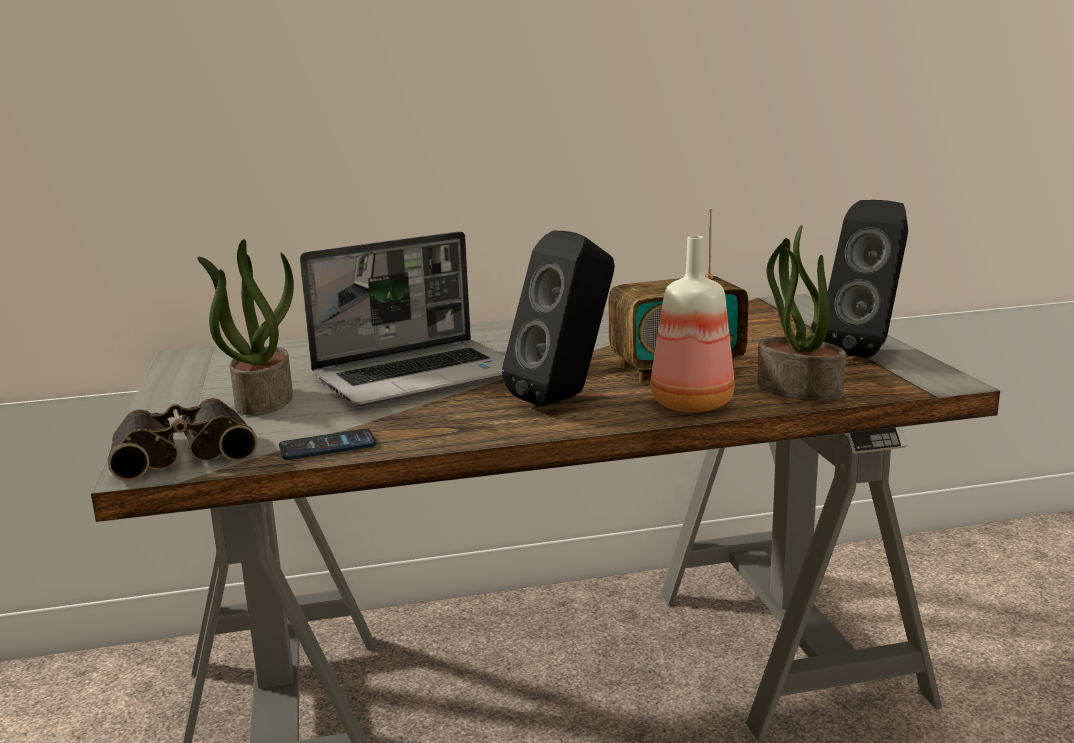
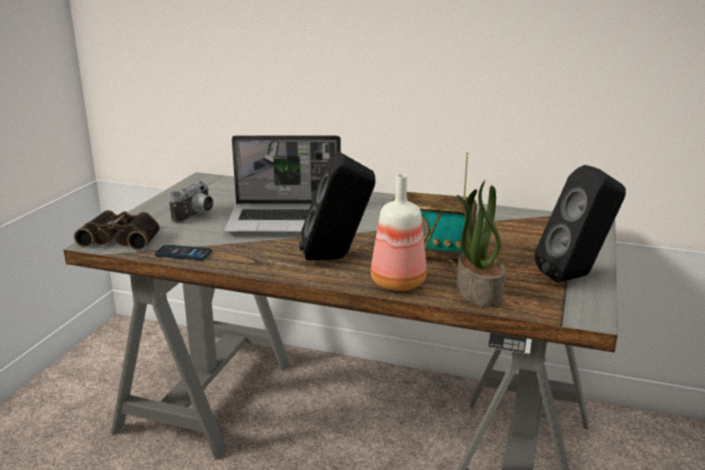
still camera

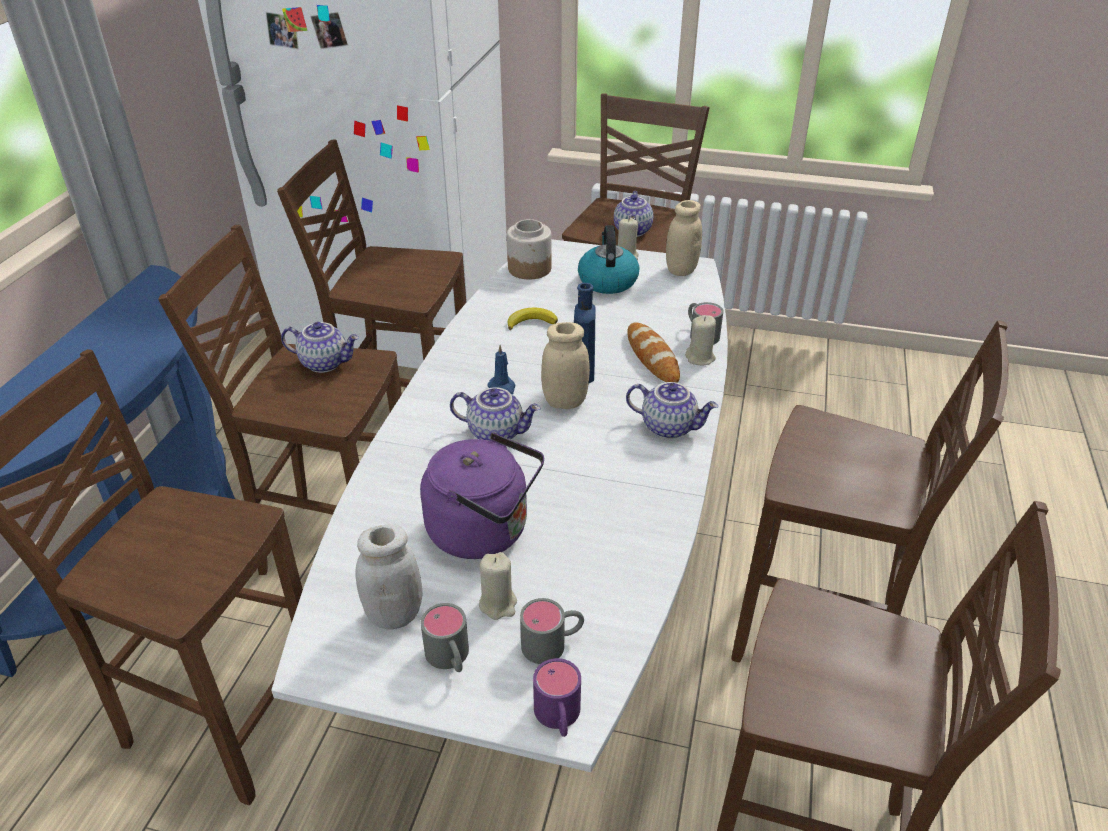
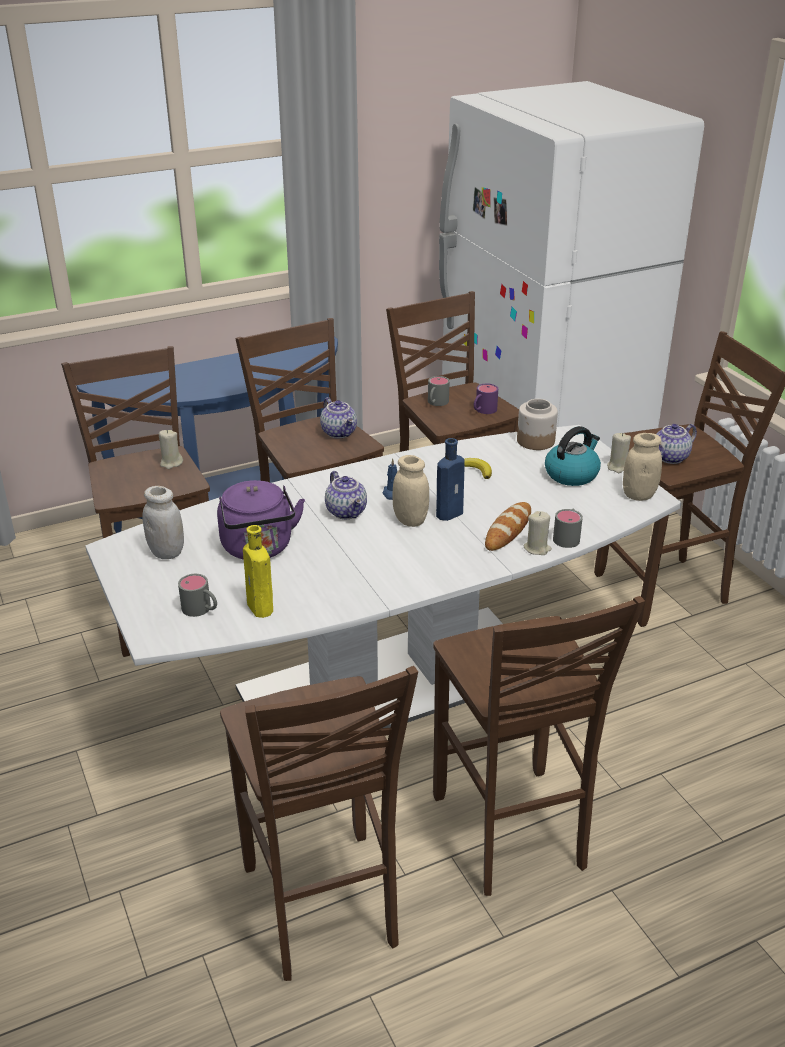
beige-coloured wax candle (1st from left); yellow drink bottle; gray coffee mug (2nd from left); purplish coffee mug; pot for tea (4th from left in the first image)

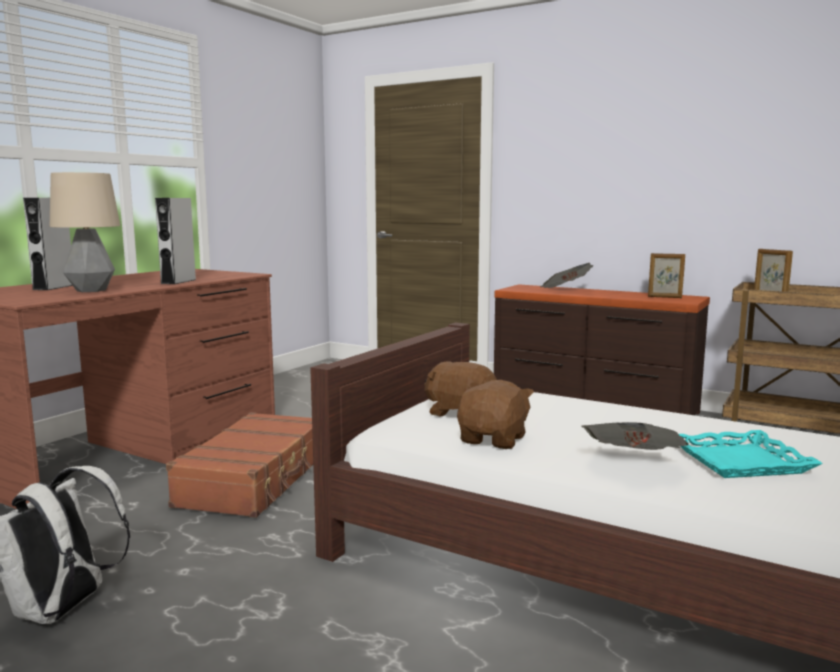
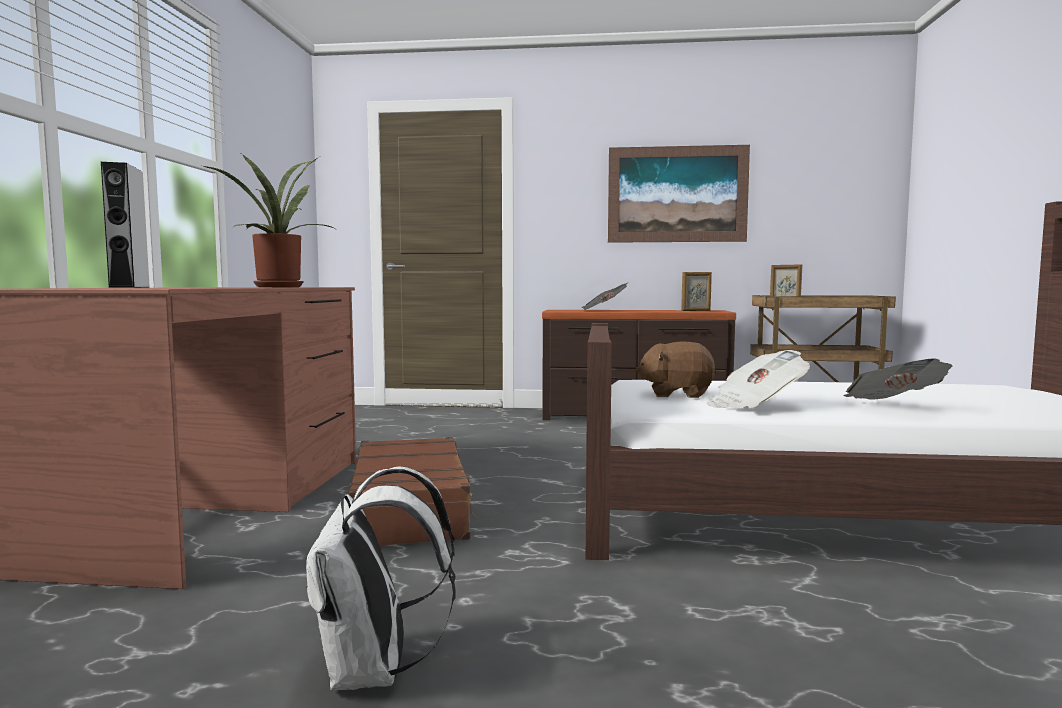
potted plant; picture; newspaper (2nd from left); lamp for a table; blue-green serving tray

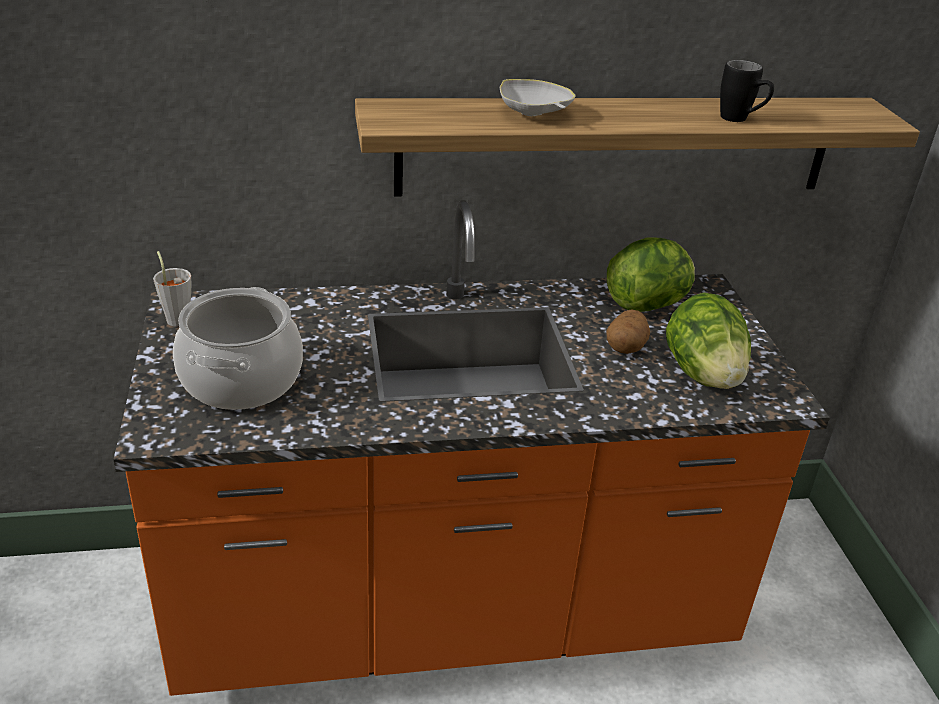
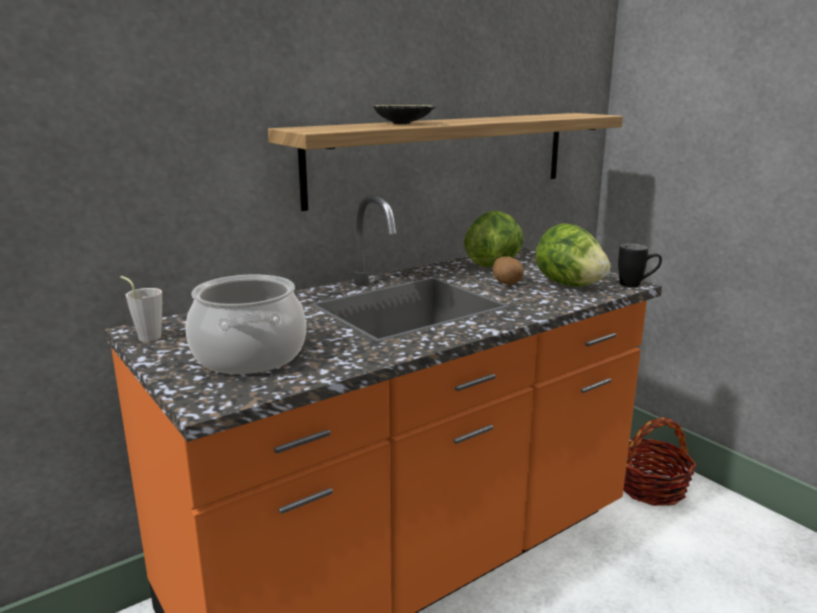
black bowl; black coffee mug; basket

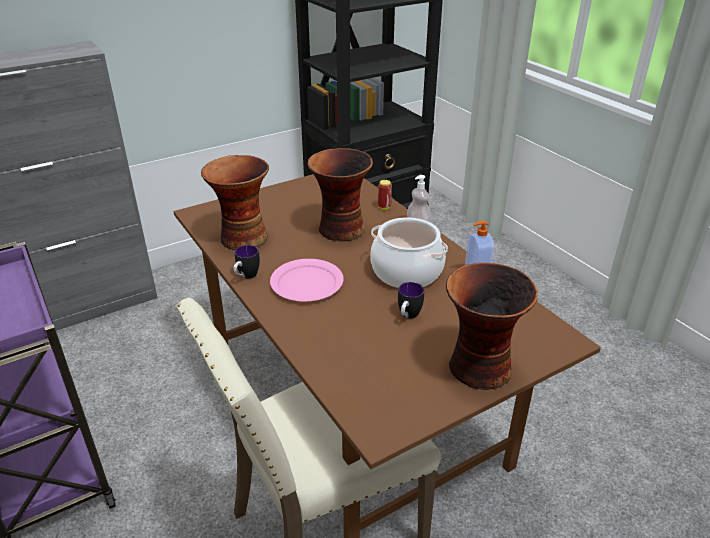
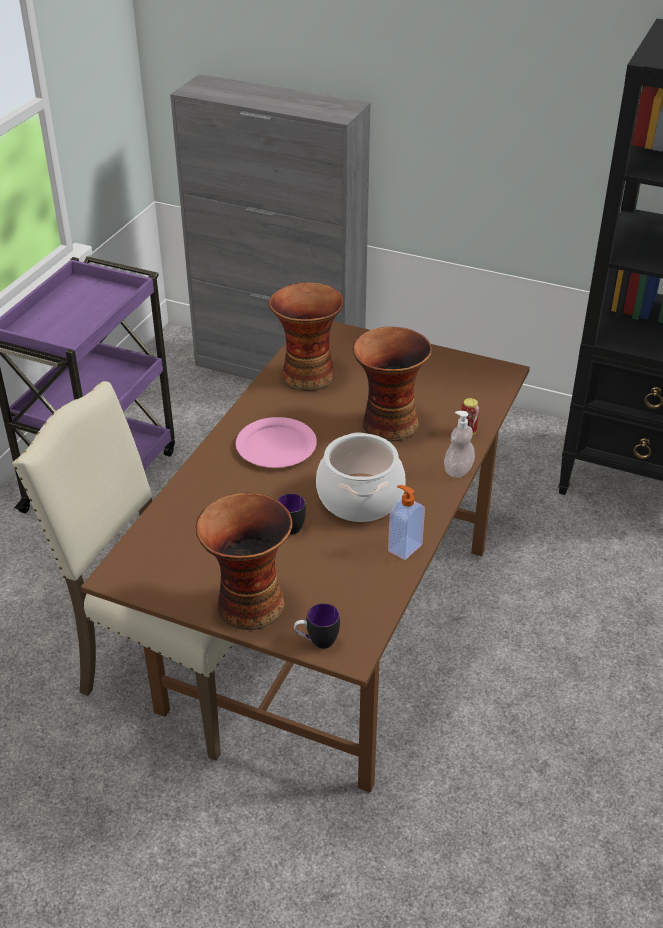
coffee mug (2nd from left)

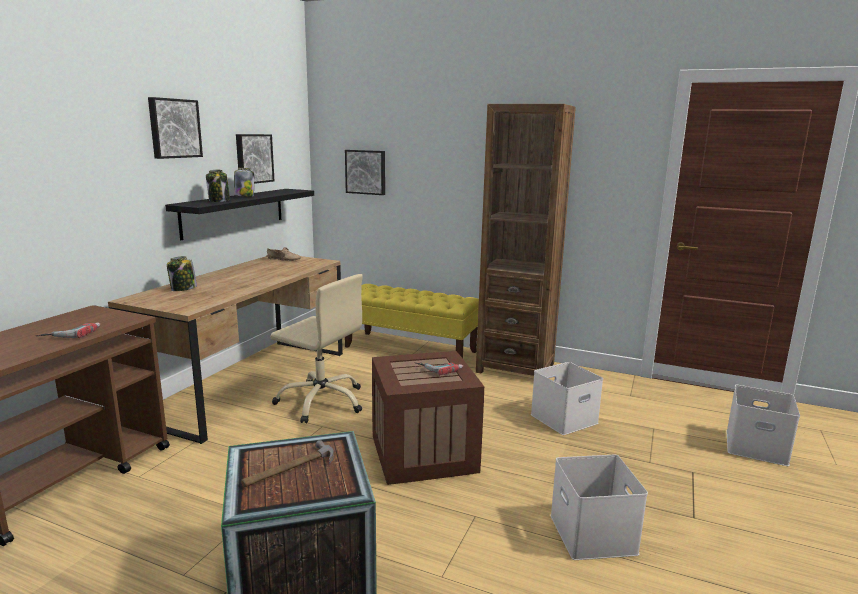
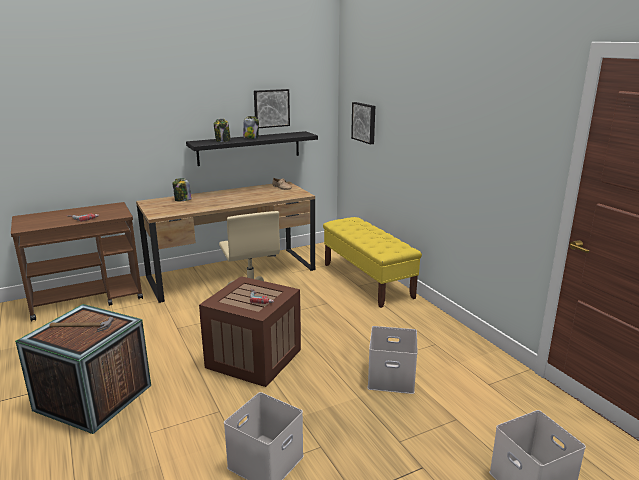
picture (1st from left in the first image); brownish bookshelf

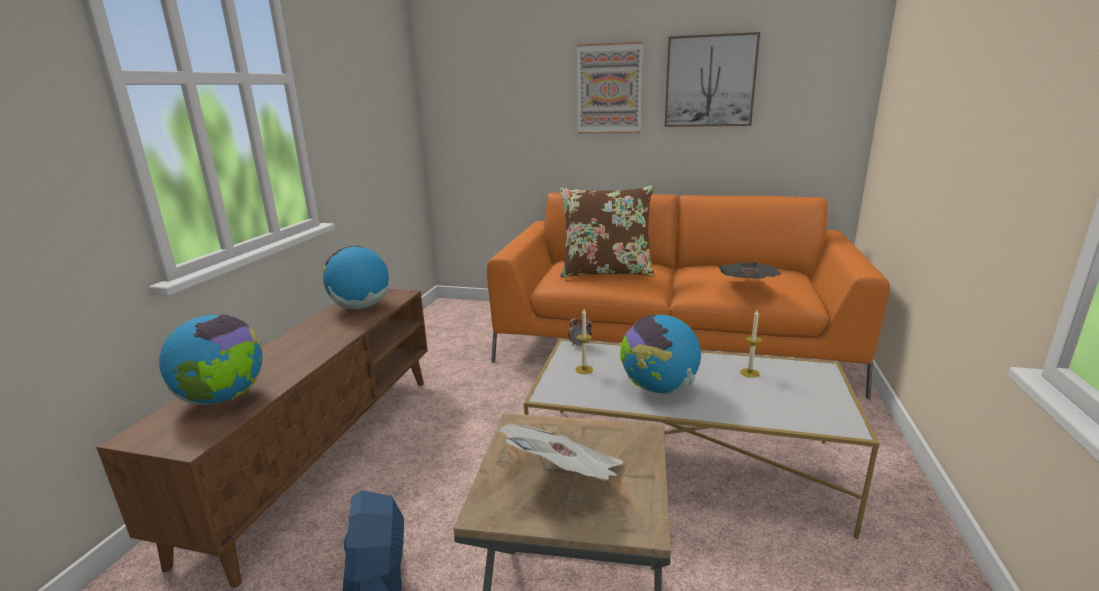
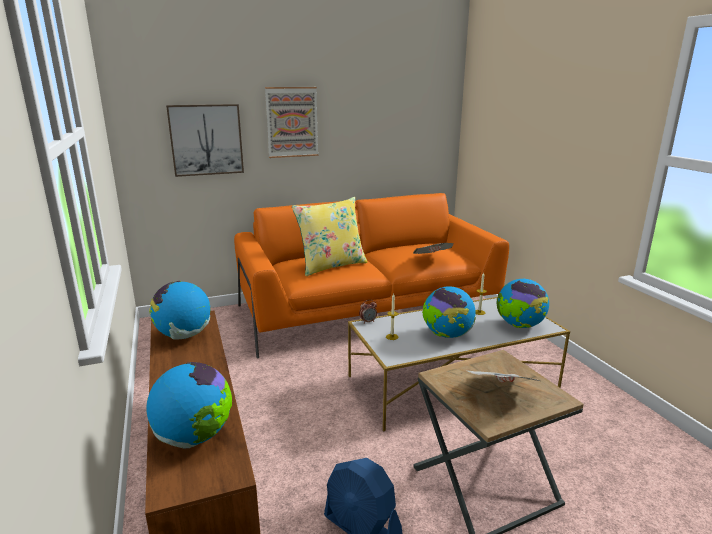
picture (1st from left); yellow cushion; globe (4th from left)

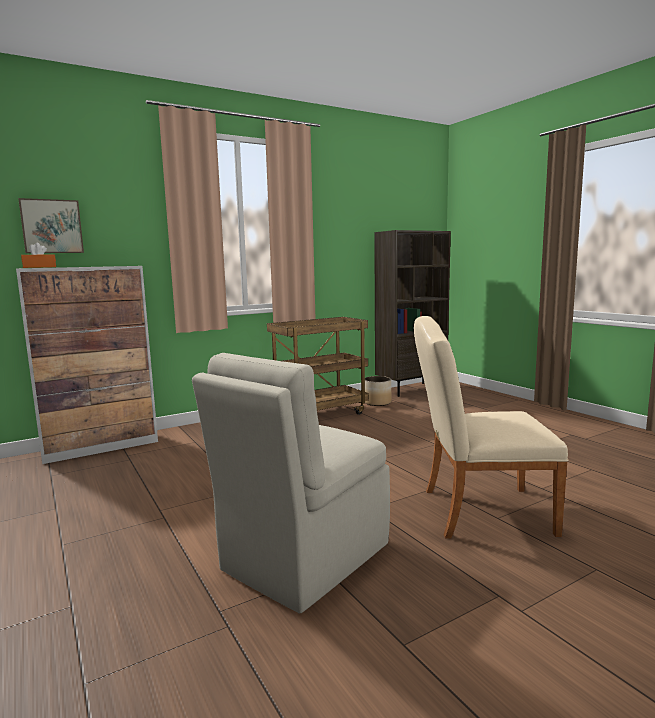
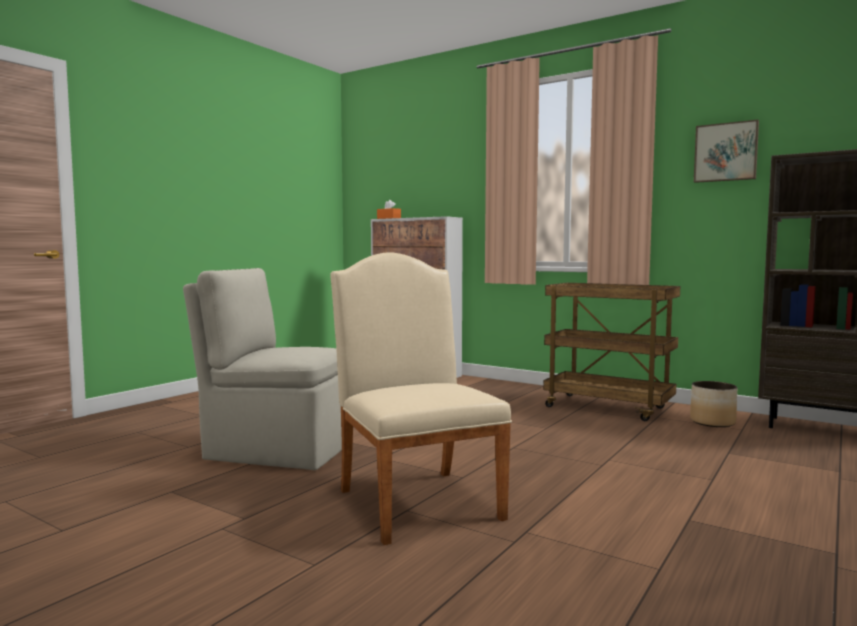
picture

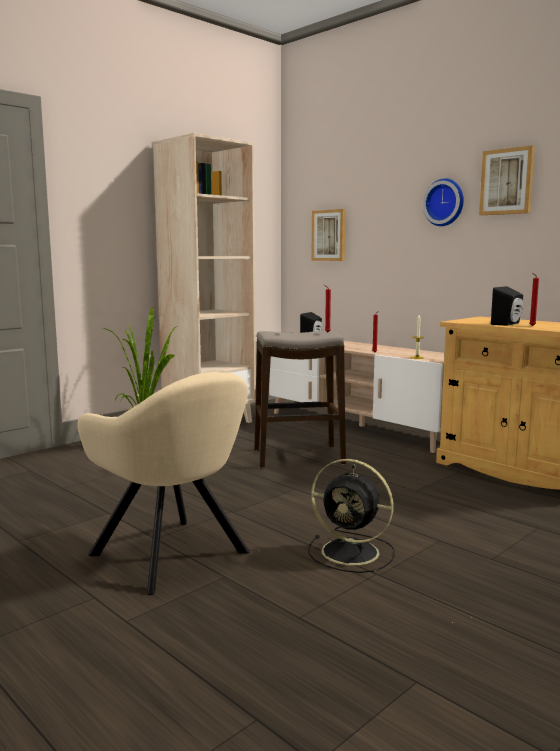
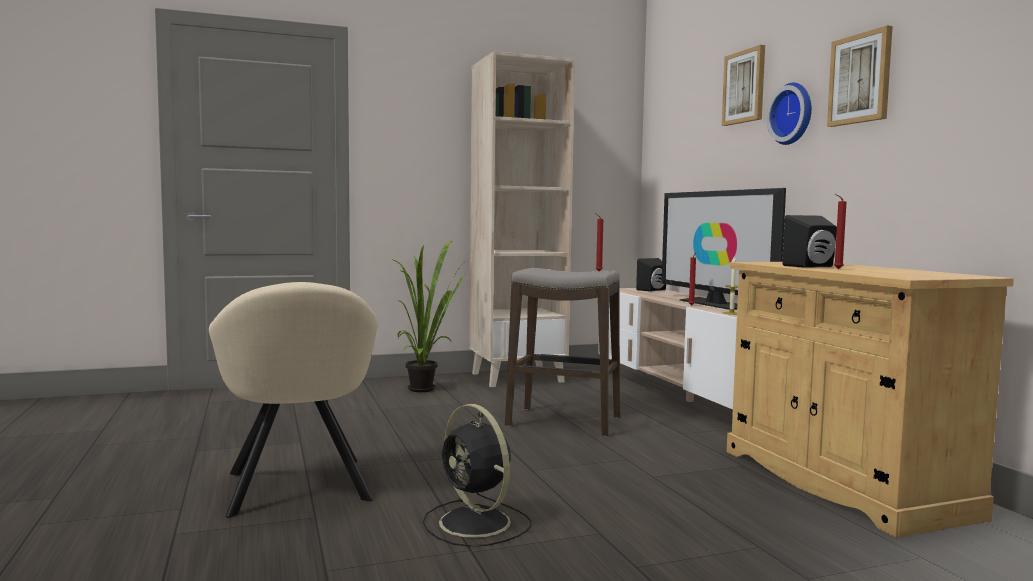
TV; picture (1st from left)

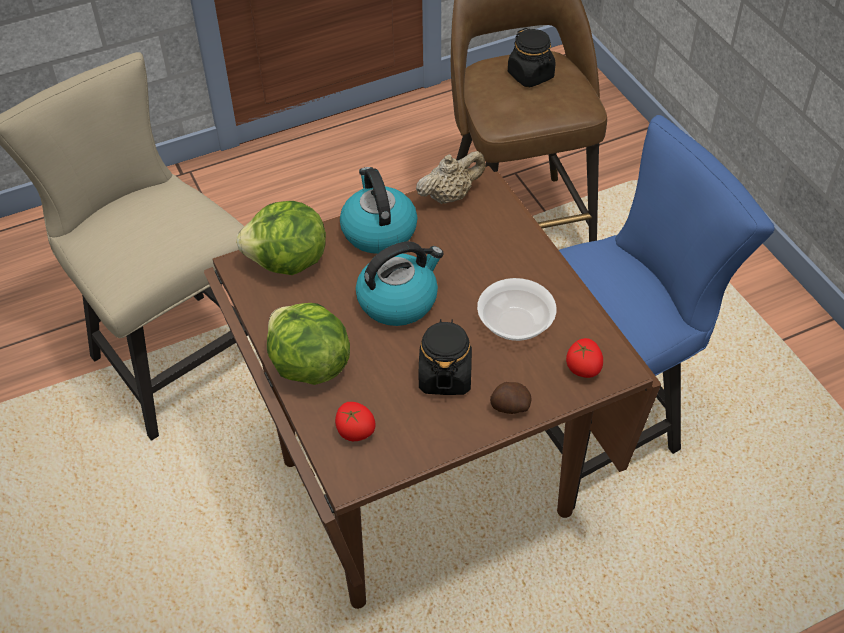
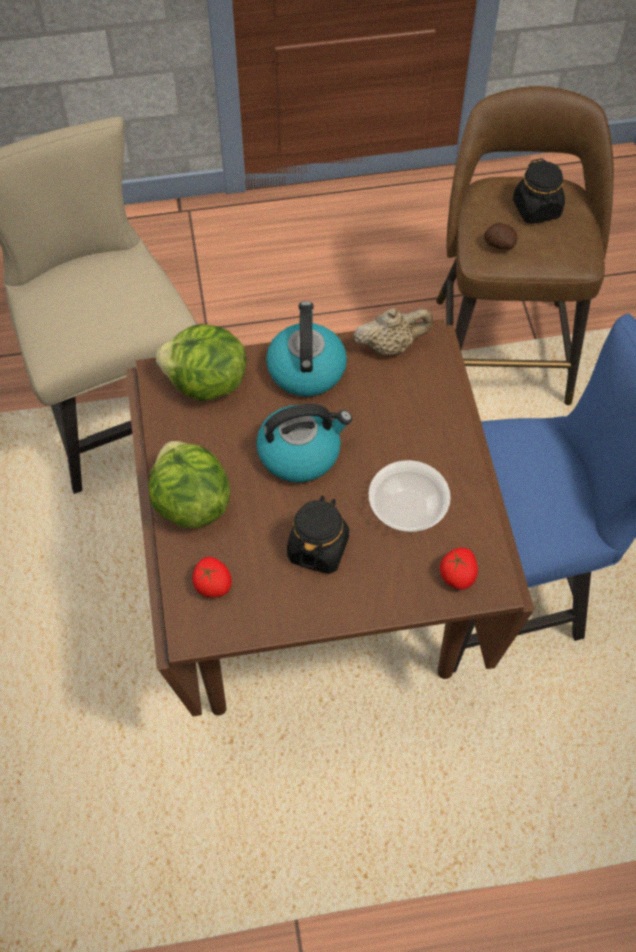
potato

